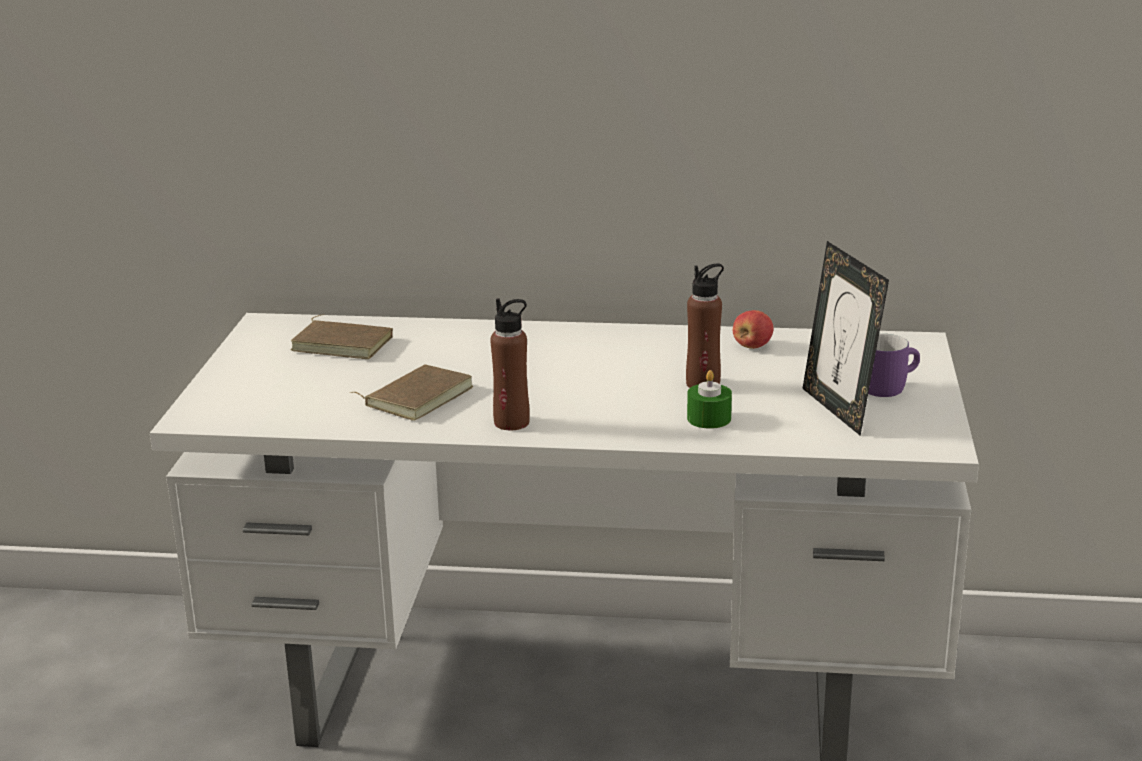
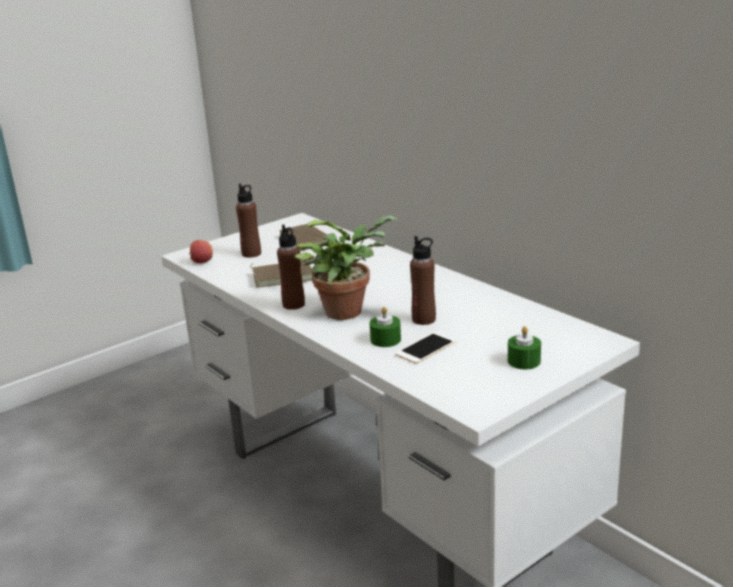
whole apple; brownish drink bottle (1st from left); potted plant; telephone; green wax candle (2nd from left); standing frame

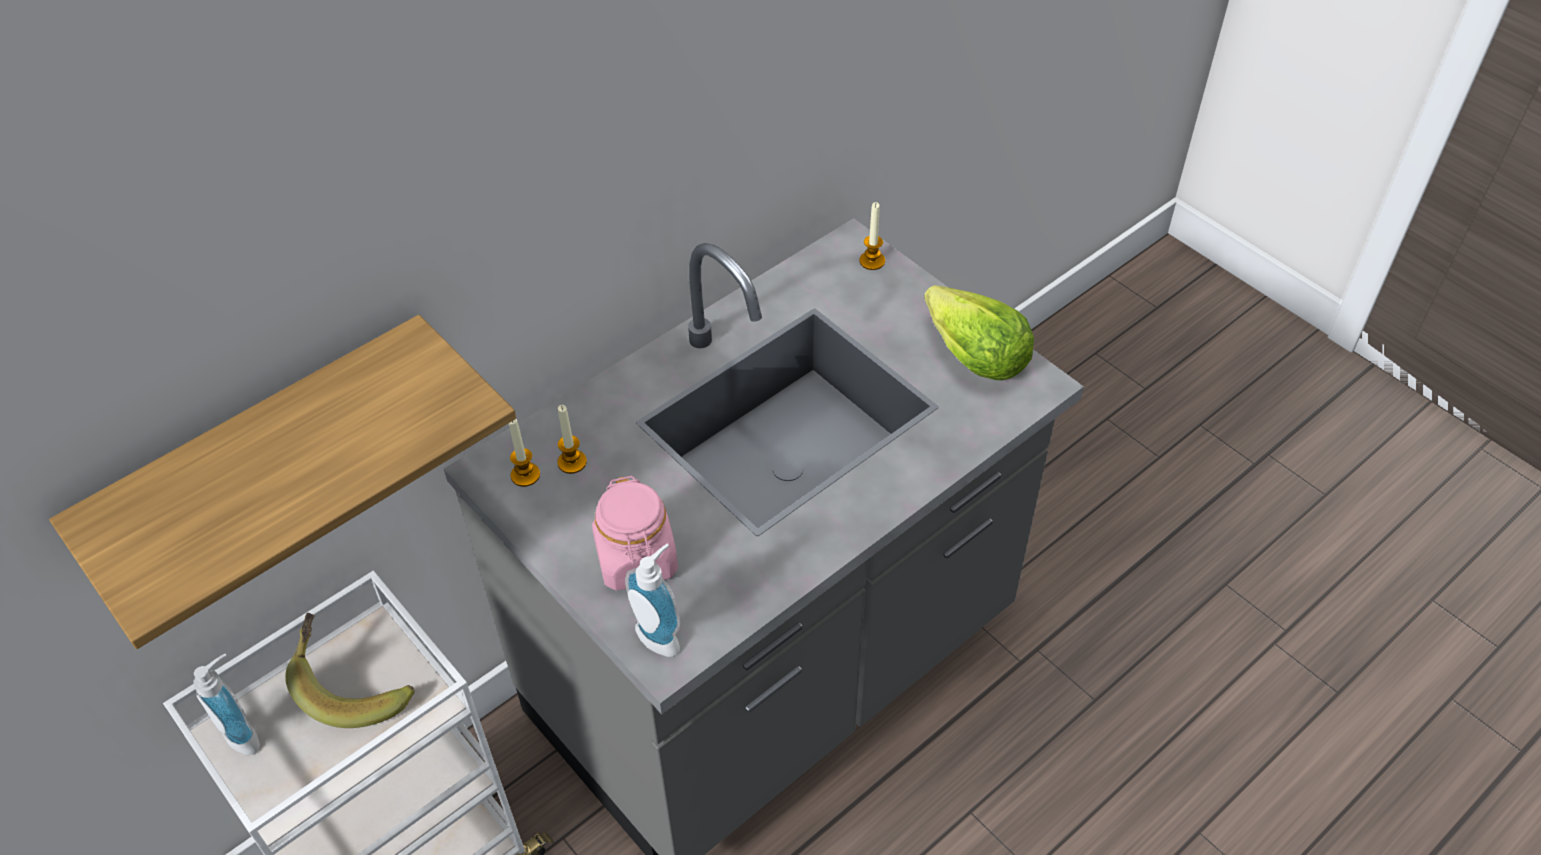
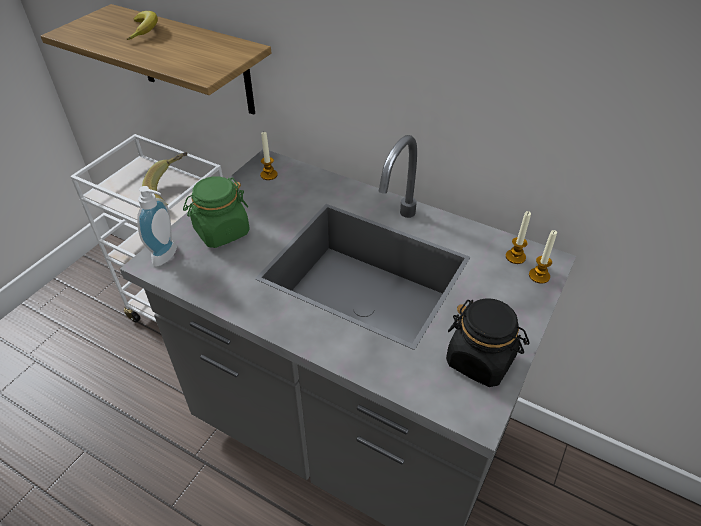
banana (1st from left); green jar; black jar; wax candle (2nd from left); soap dispenser (1st from left in the first image)

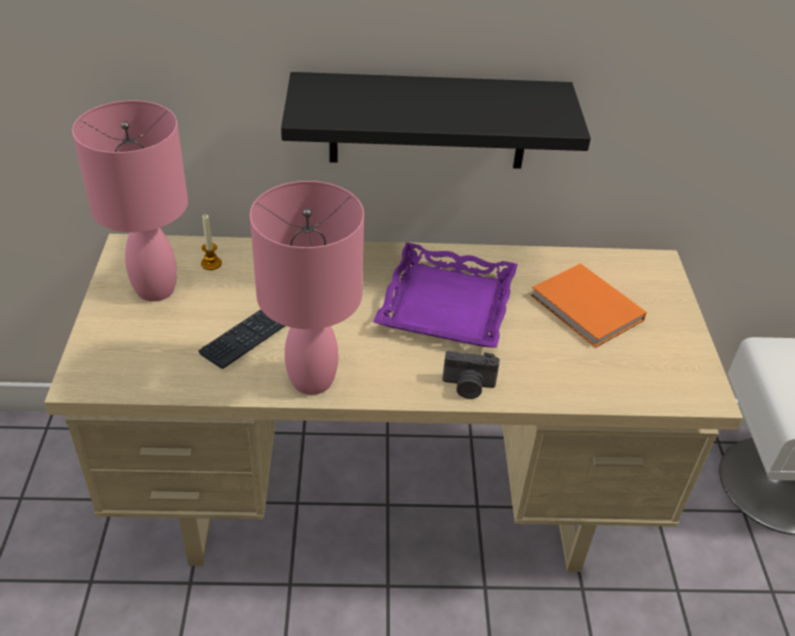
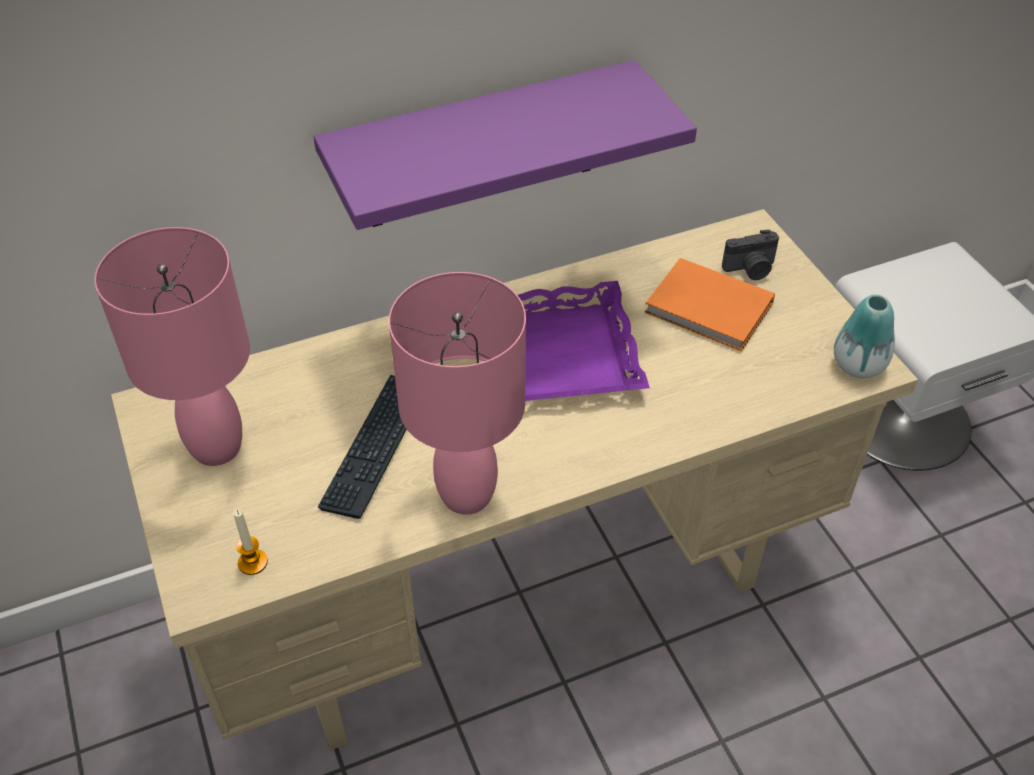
wax candle; purplish wall shelf; still camera; flower vase

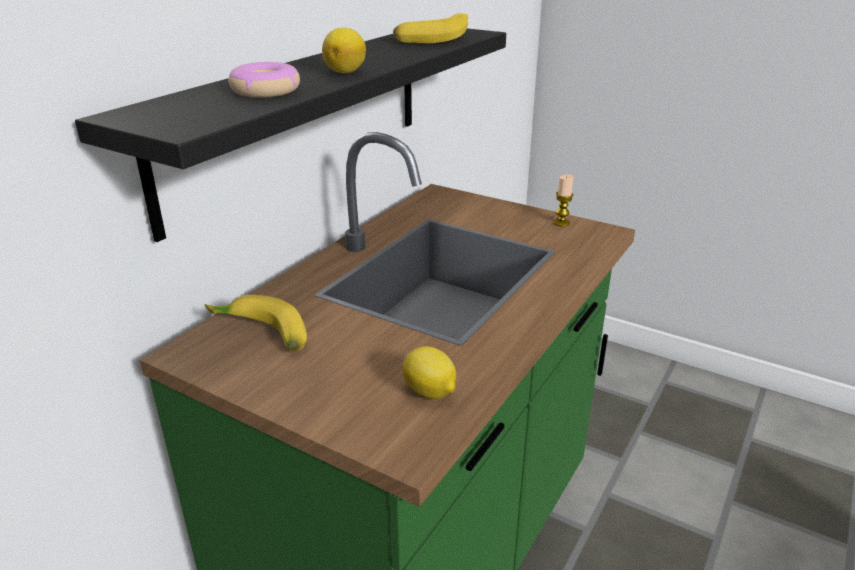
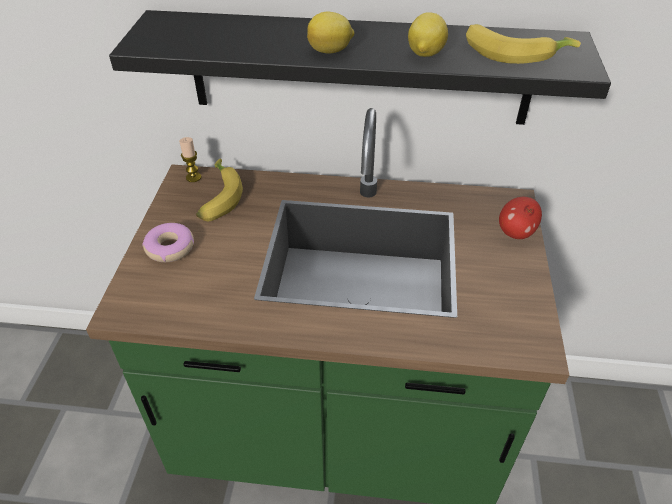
doughnut; wax candle; citrus fruit (2nd from left); whole apple

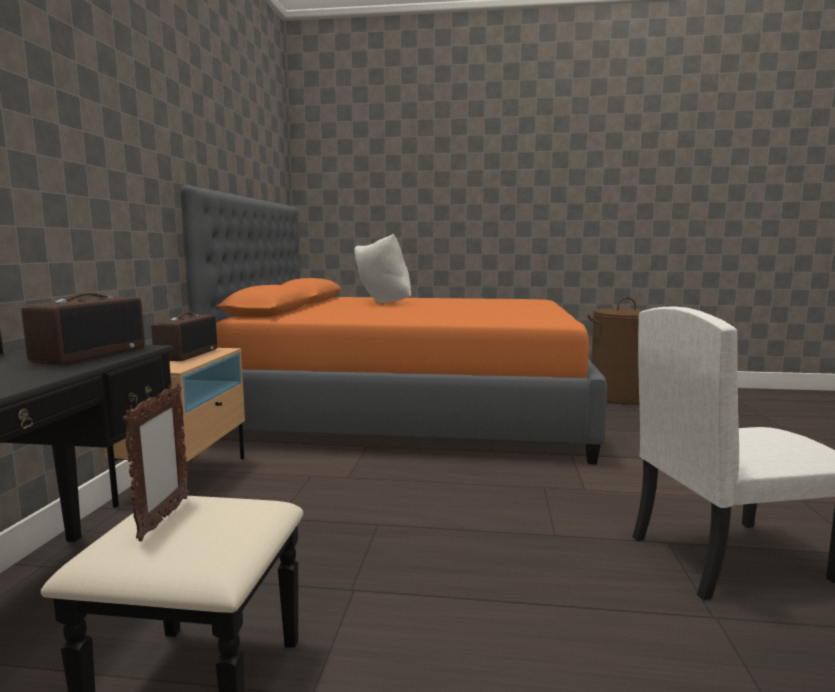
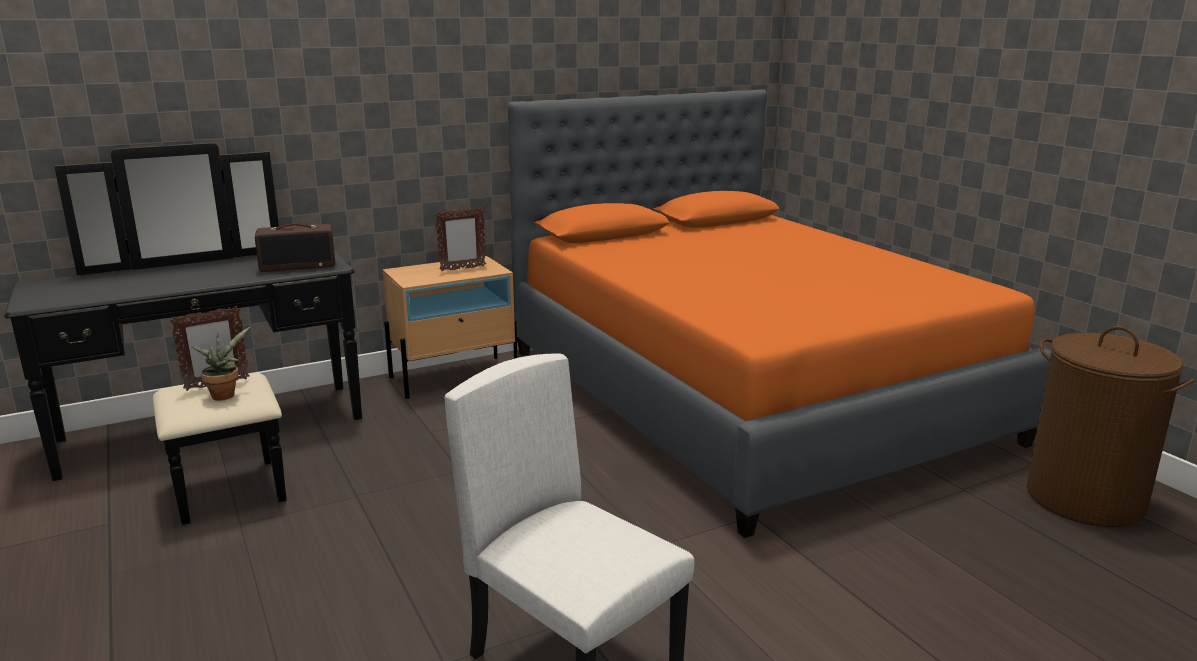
potted plant; standing frame (2nd from left); white-coloured cushion

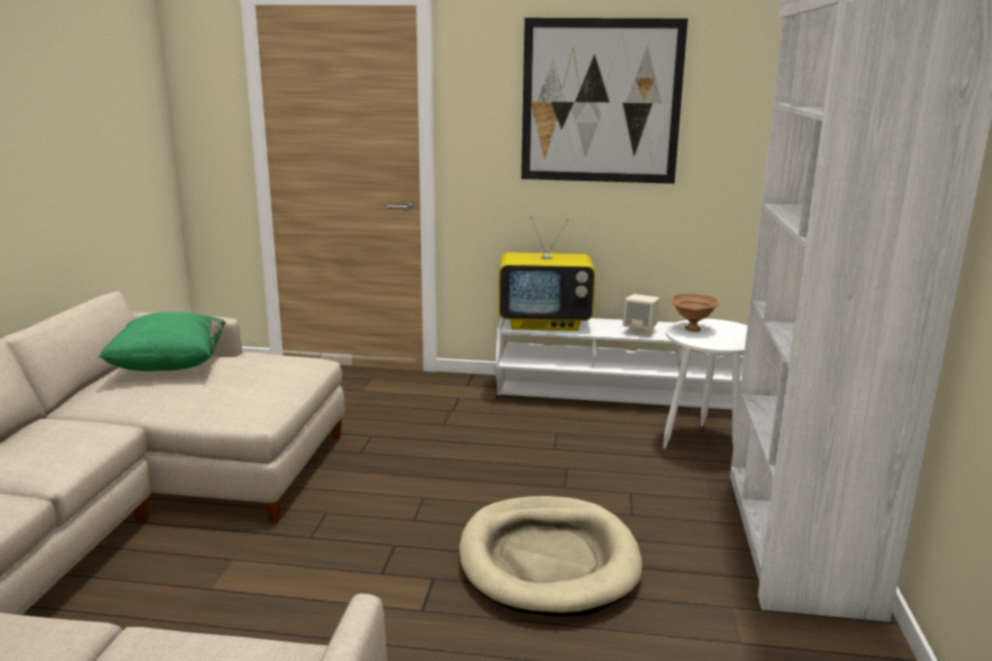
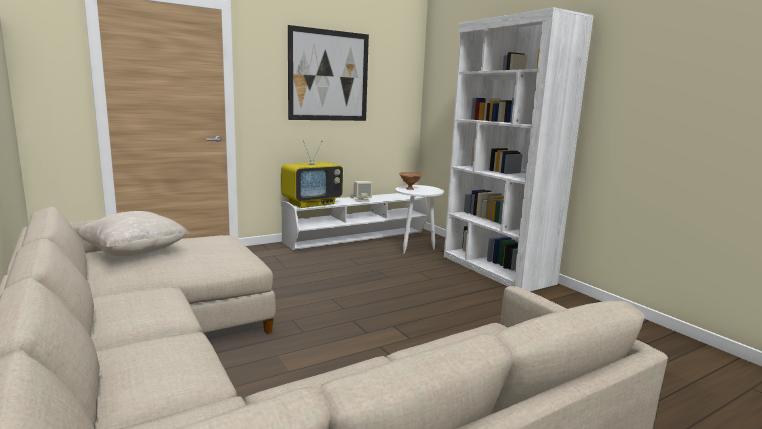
beige-coloured cushion; beige-coloured pet bed

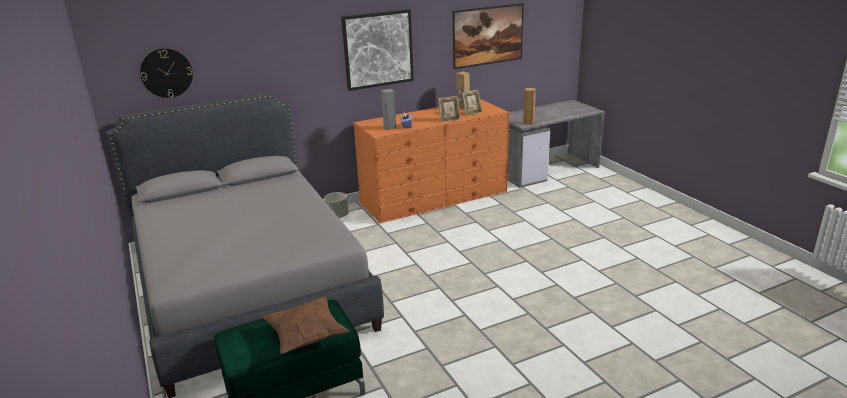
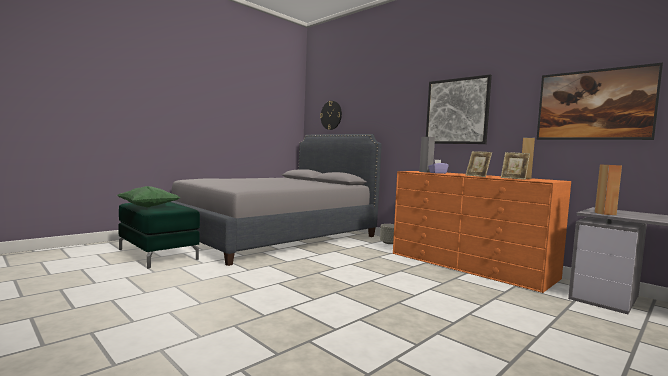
green cushion

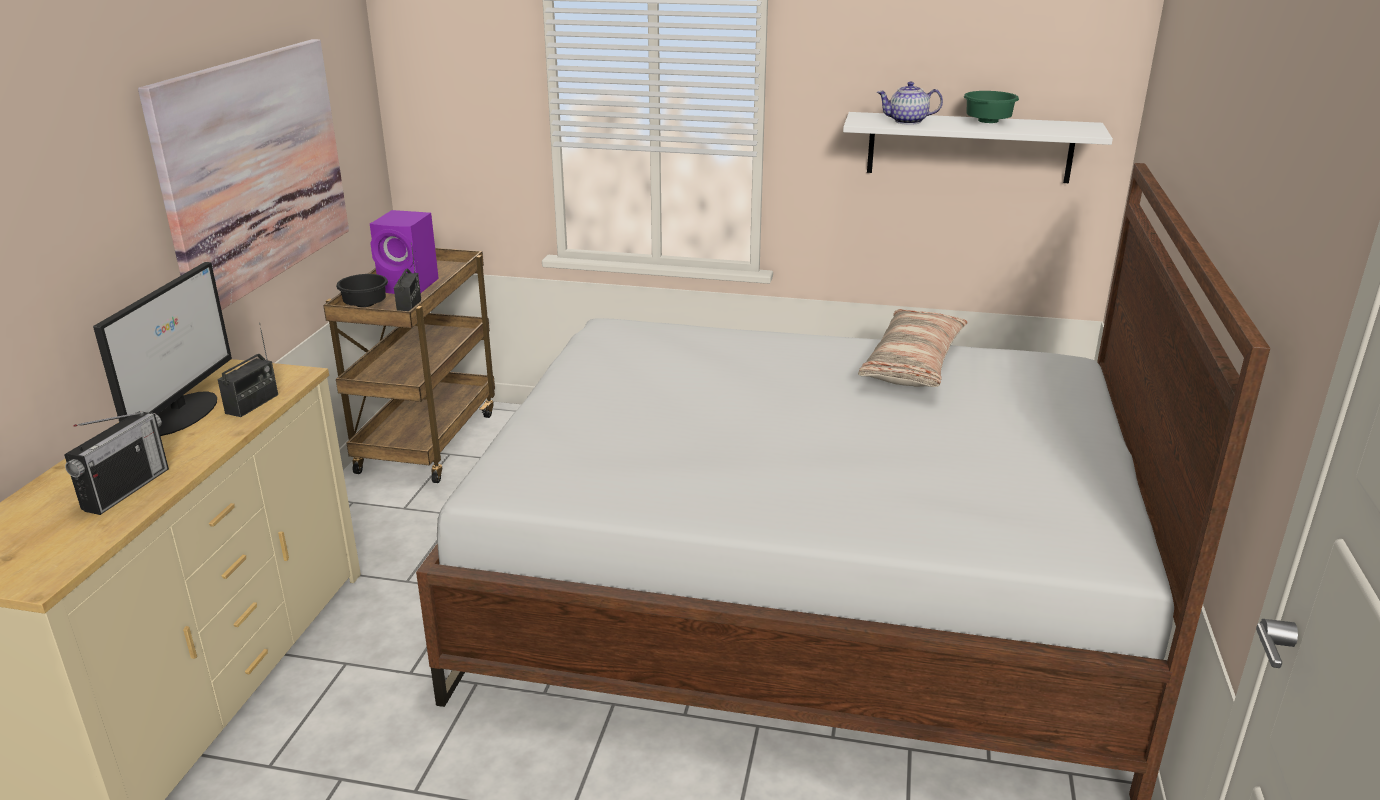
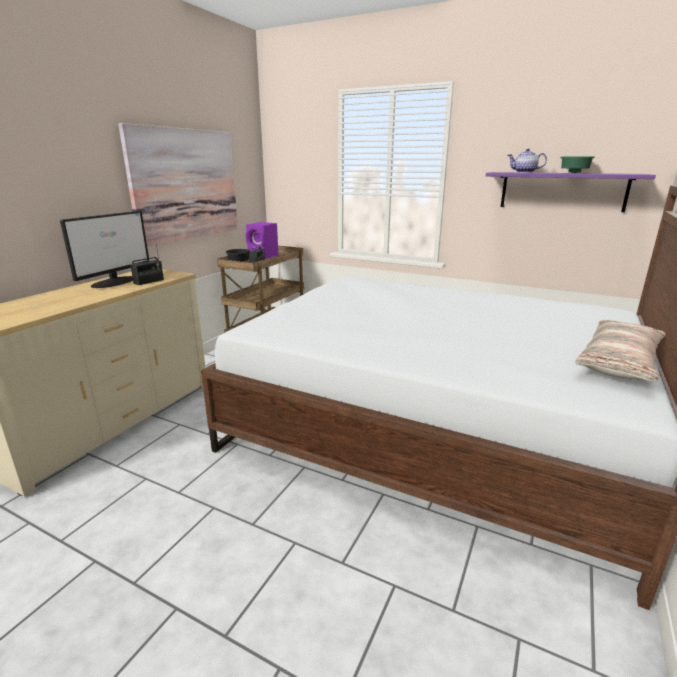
purplish wall shelf; cushion; radio receiver (1st from left in the first image)

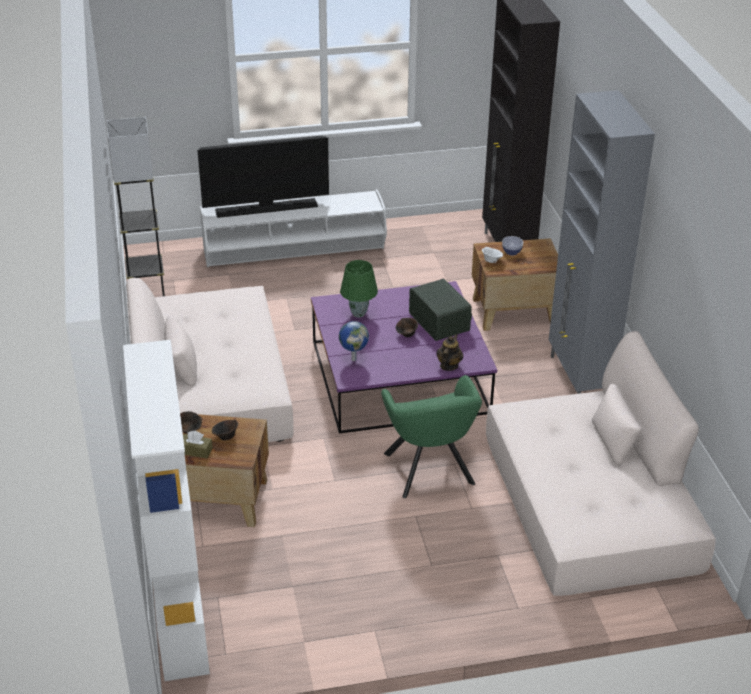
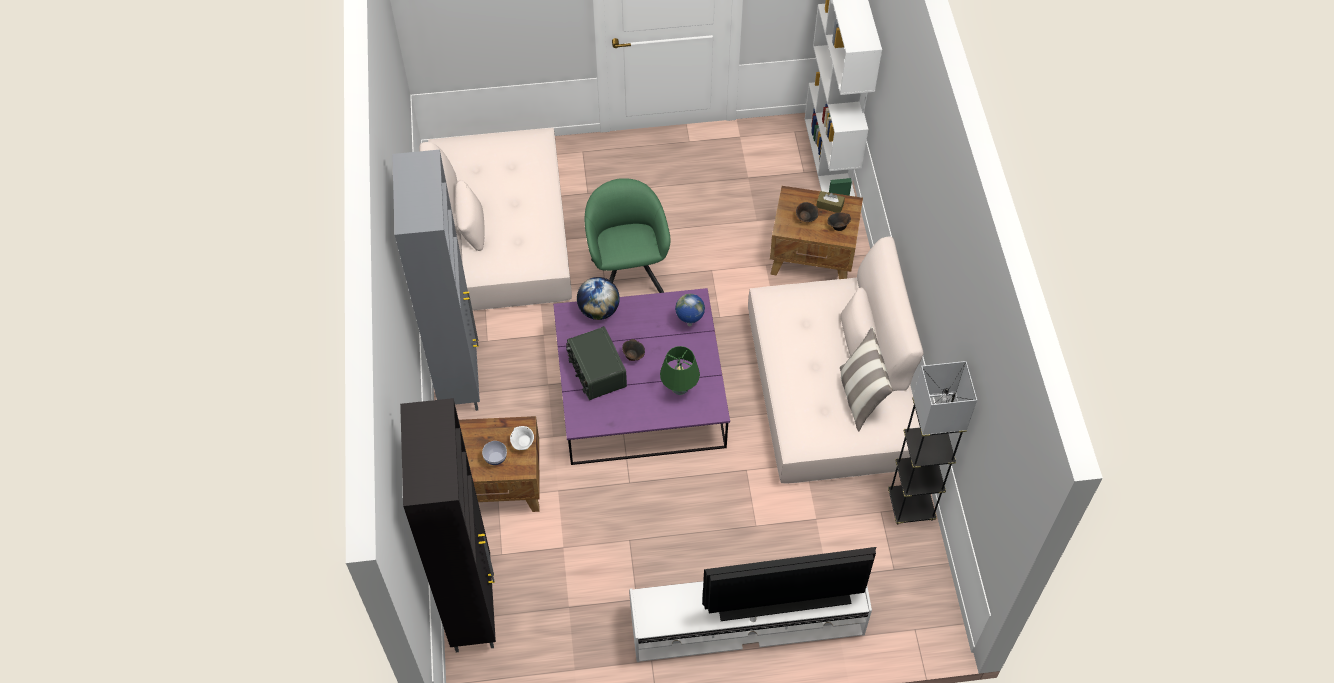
globe (1st from left); cushion

